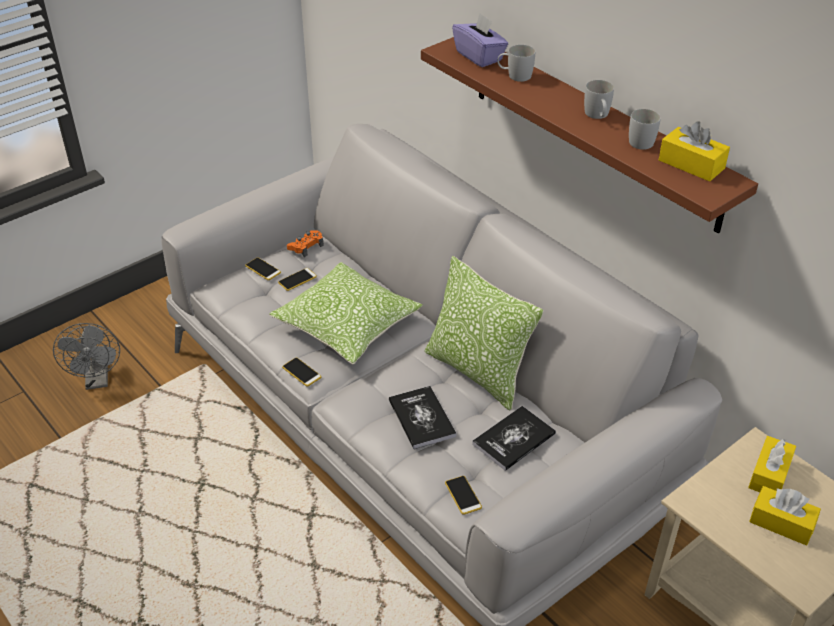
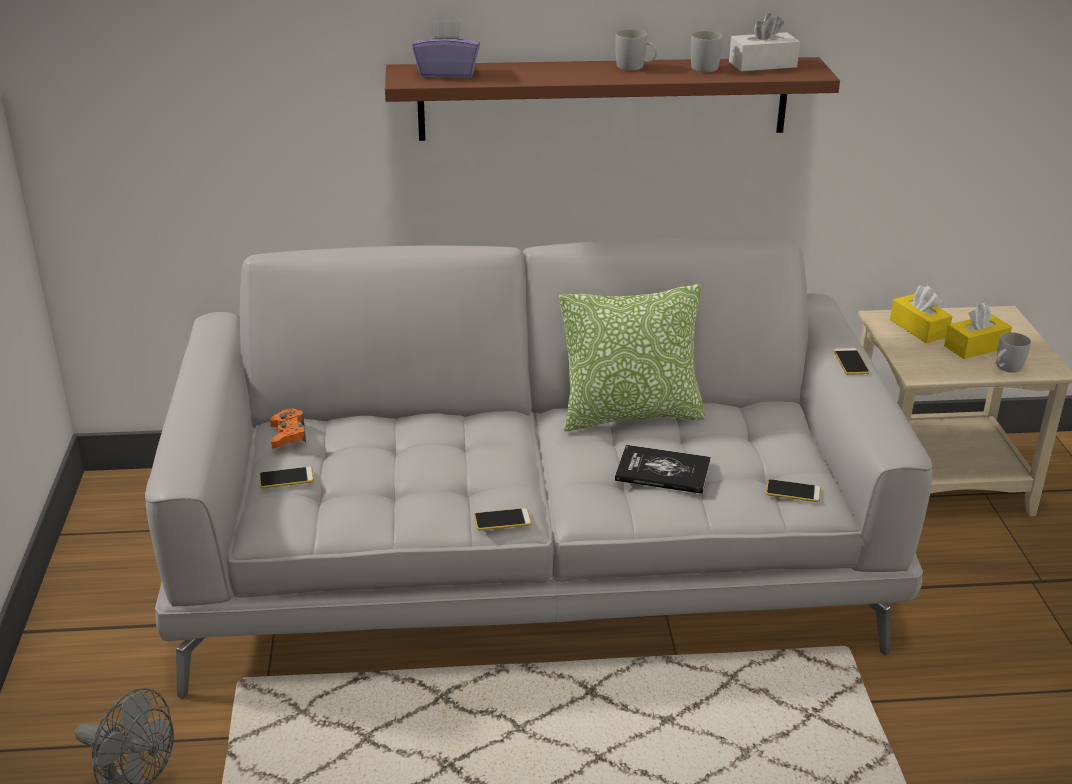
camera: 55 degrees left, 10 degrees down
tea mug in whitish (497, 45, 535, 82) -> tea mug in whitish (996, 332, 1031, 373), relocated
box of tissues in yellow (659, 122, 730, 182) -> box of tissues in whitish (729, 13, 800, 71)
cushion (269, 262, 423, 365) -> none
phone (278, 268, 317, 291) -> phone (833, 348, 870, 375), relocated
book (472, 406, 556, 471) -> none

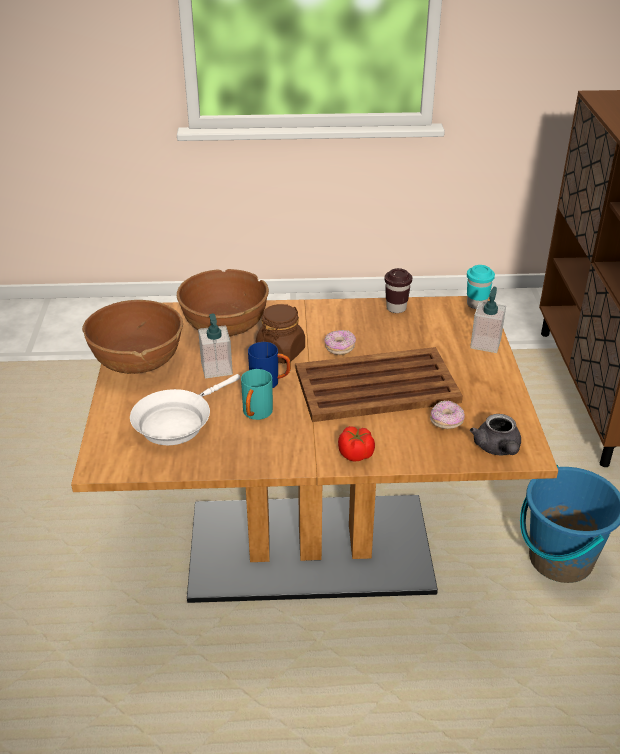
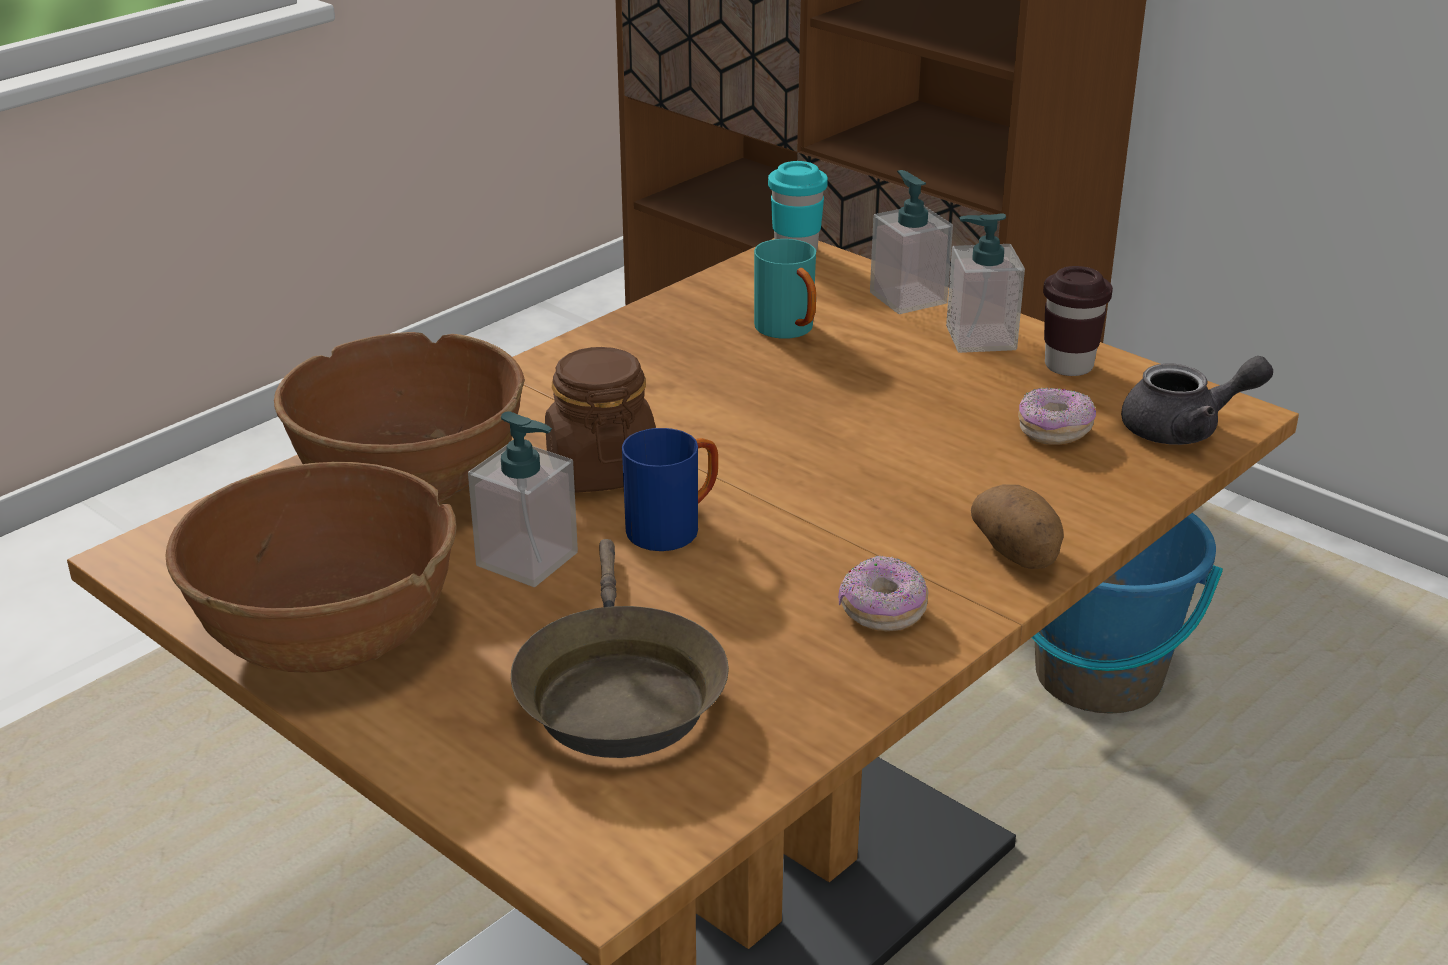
camera: 45 degrees left, 5 degrees down
cup in brownish (384, 268, 412, 313) -> cup in brownish (1043, 266, 1113, 376), relocated
donut (324, 330, 356, 355) -> donut (838, 555, 929, 631), relocated
carrying tray in brownish (296, 347, 463, 422) -> none
tea mug in turquoise-coloured (241, 369, 273, 420) -> tea mug in turquoise-coloured (754, 239, 816, 339), relocated
frying pan in whitish (130, 374, 240, 445) -> frying pan in brownish (511, 539, 729, 758)
tea pot in grey (470, 414, 521, 455) -> tea pot in grey (1121, 356, 1273, 445), 45 degrees counterclockwise
fresh tomato (338, 426, 375, 461) -> whole potato (971, 484, 1063, 569)
none -> liquid soap bottle (946, 213, 1025, 353)

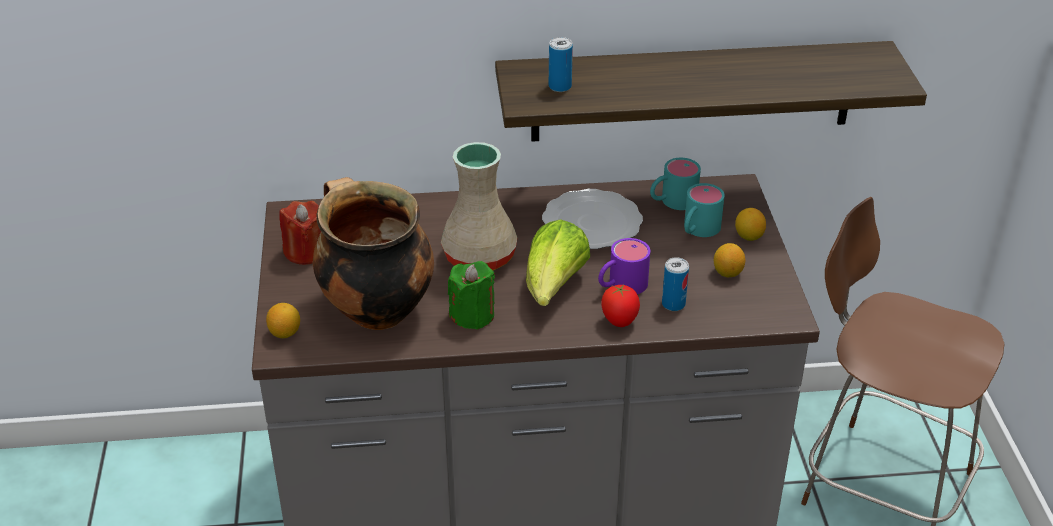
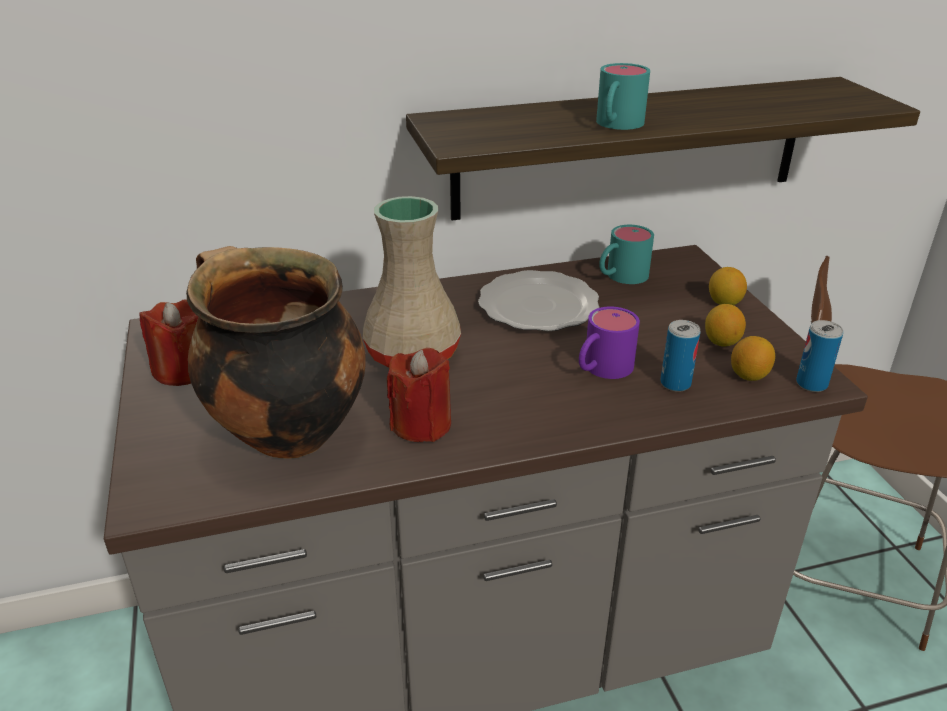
camera: 10 degrees left, 5 degrees down
sealed can (549, 37, 573, 92) -> sealed can (796, 320, 843, 392), relocated
tea mug in turquoise-coloured (684, 183, 725, 237) -> tea mug in turquoise-coloured (596, 63, 650, 130), relocated
lettuce head (526, 219, 590, 306) -> none
wax light in greenish (448, 261, 495, 330) -> wax light in red-coloured (387, 348, 451, 442)
fresh tomato (601, 284, 640, 327) -> none
whole lemon (266, 303, 300, 338) -> whole lemon (731, 336, 775, 381), relocated

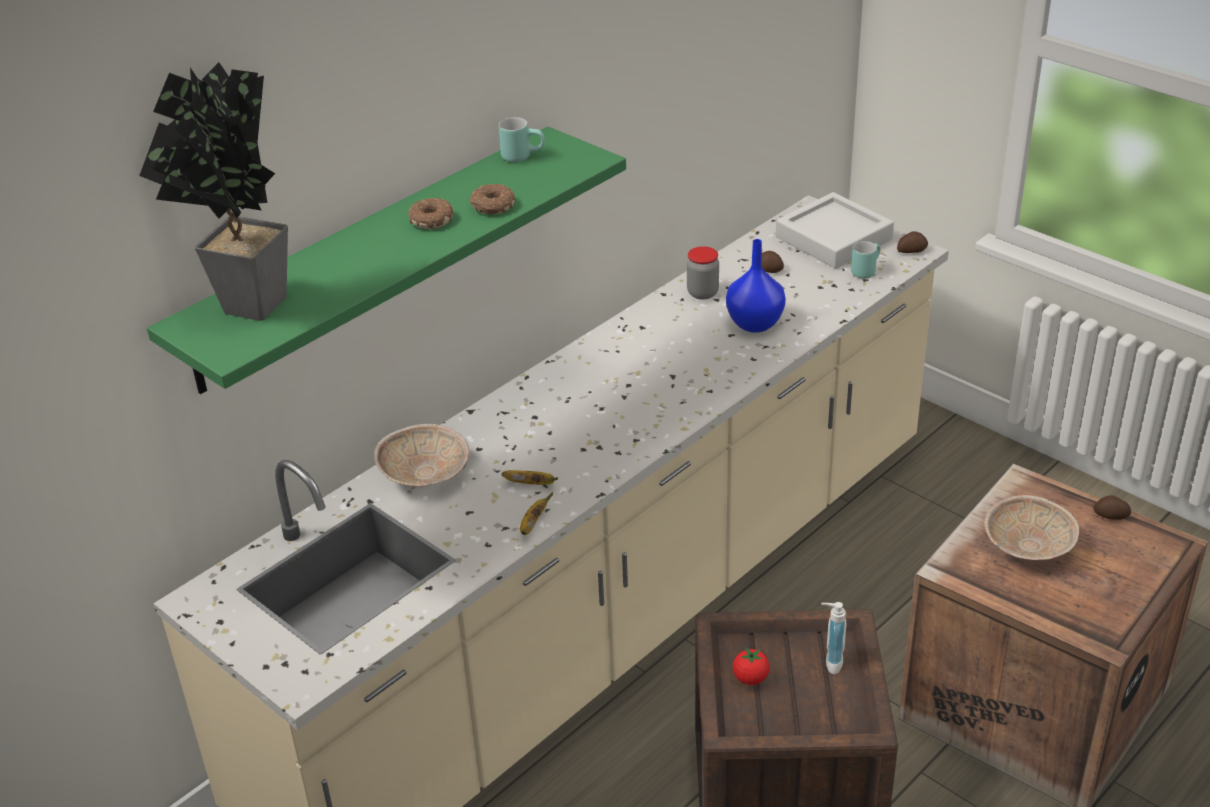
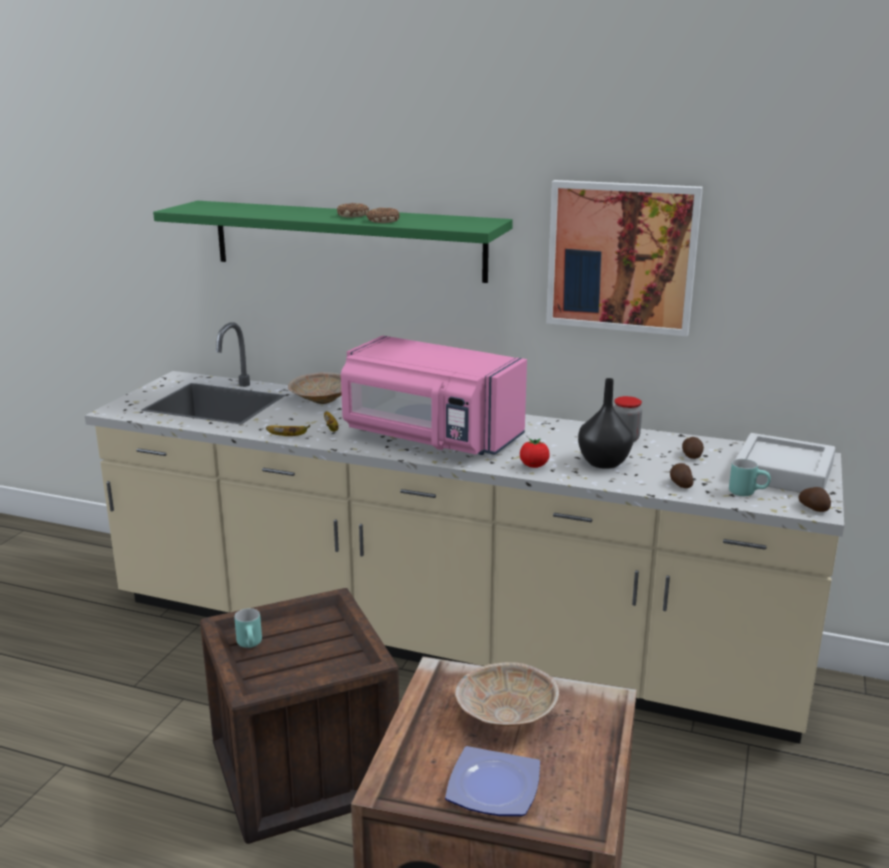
camera: 65 degrees right, 15 degrees down
plant in a pot (139, 62, 288, 321) -> none
tea mug in turquoise-coloured (499, 117, 545, 162) -> tea mug in turquoise-coloured (234, 608, 262, 648), relocated
vase in bluish (726, 239, 786, 333) -> vase in black (578, 378, 633, 469)
whole potato (1093, 495, 1131, 520) -> whole potato (670, 463, 694, 488), relocated
liquid soap bottle (821, 602, 846, 674) -> none
fresh tomato (733, 648, 770, 685) -> fresh tomato (520, 438, 550, 468), relocated
none -> wall art (546, 180, 703, 336)
none -> microwave oven in pink-coloured (341, 336, 527, 455)
none -> flat dish (445, 746, 540, 816)

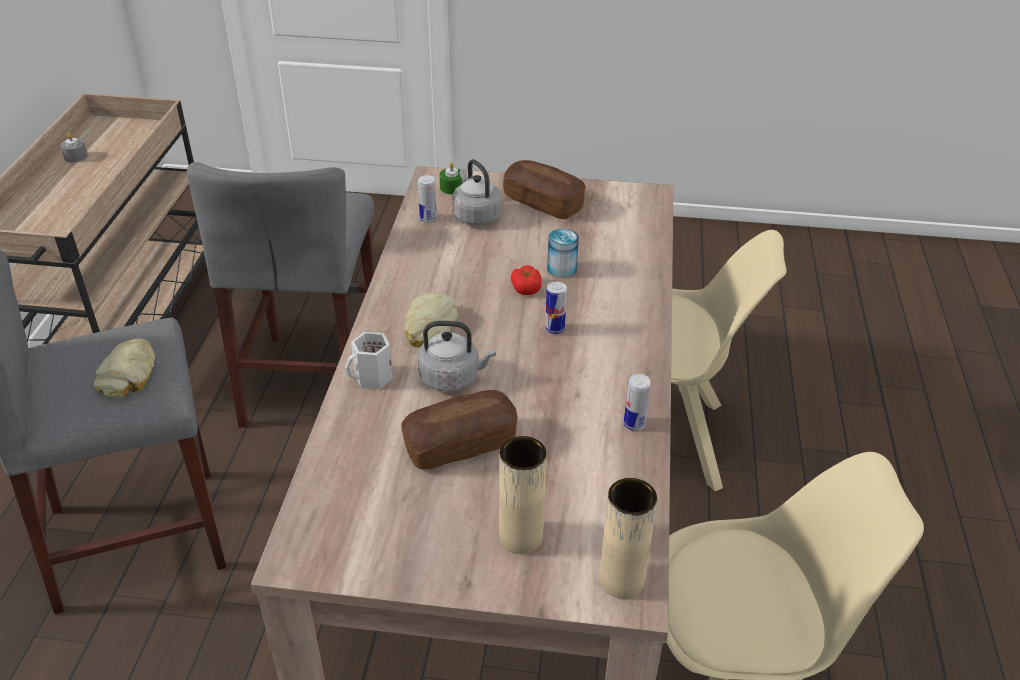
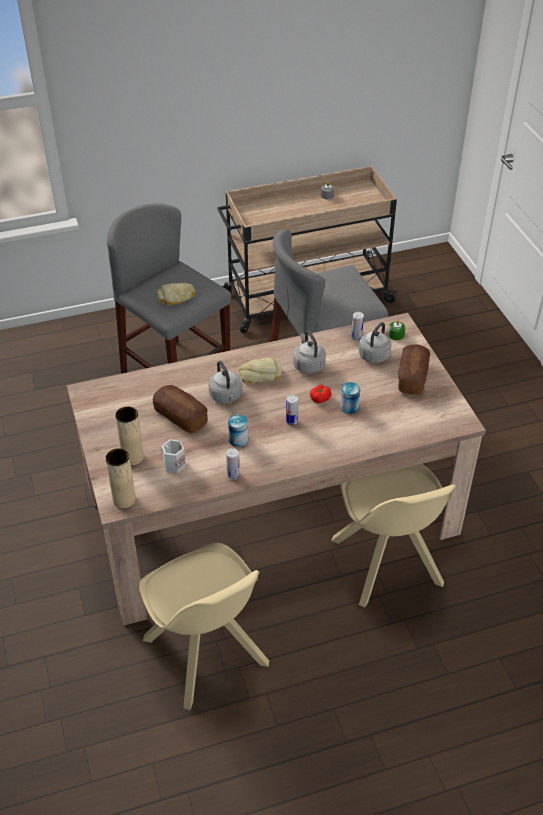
camera: 65 degrees right, 5 degrees up
tea mug in whitish (345, 332, 393, 389) -> tea mug in whitish (161, 439, 186, 474), relocated
none -> kettle in grey (293, 331, 326, 374)
none -> sealed can (228, 414, 248, 447)

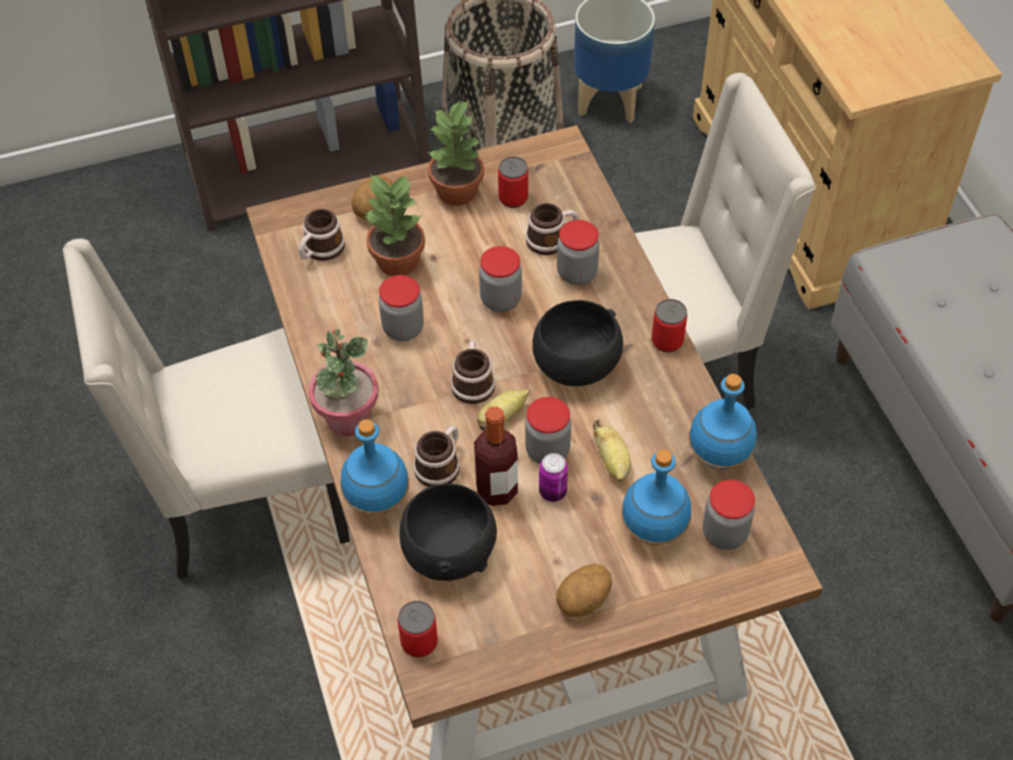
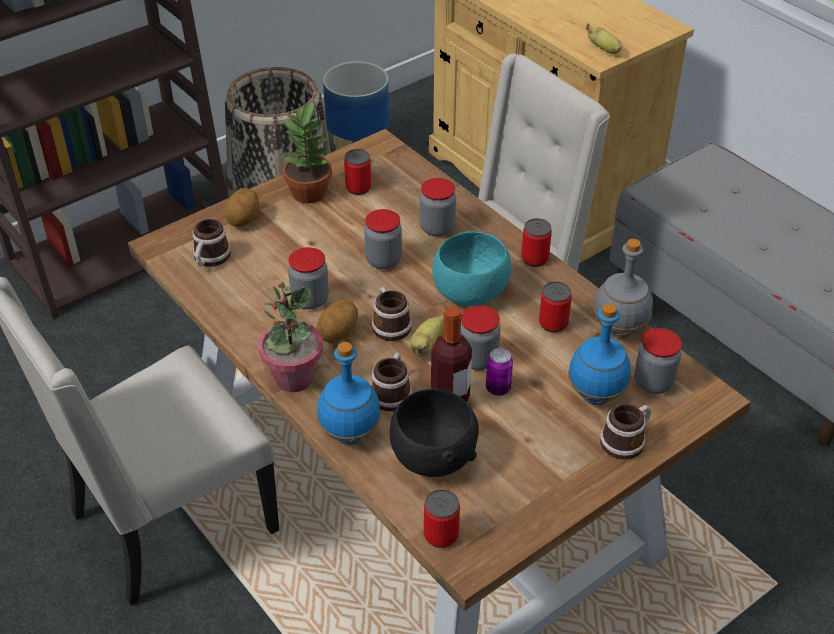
camera: 20 degrees left, 10 degrees down
plant in a pot (364, 174, 425, 276) -> none
tea mug (525, 203, 578, 255) -> tea mug (600, 404, 651, 460), relocated
deep dish in black (532, 300, 623, 386) -> deep dish in turquoise-coloured (432, 232, 512, 306)
beverage bottle in bluish (688, 374, 757, 470) -> beverage bottle in grey (593, 239, 653, 338)
whole banana (593, 420, 631, 482) -> whole banana (586, 24, 622, 54), relocated
whole potato (556, 563, 612, 617) -> whole potato (317, 300, 358, 343), relocated
none -> sealed can (539, 282, 572, 333)

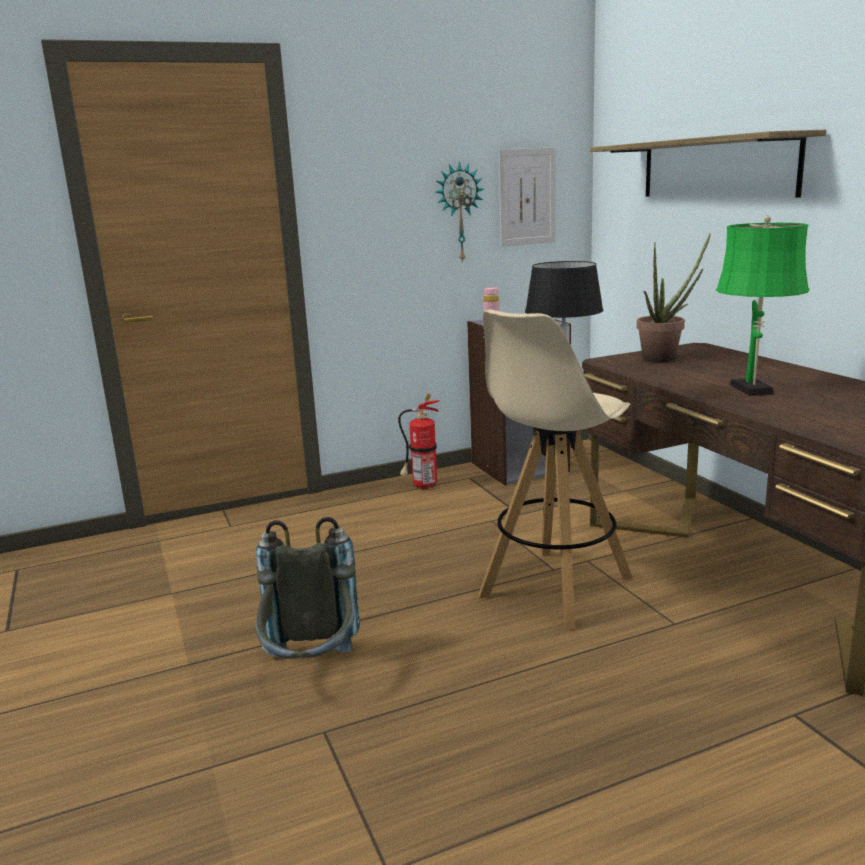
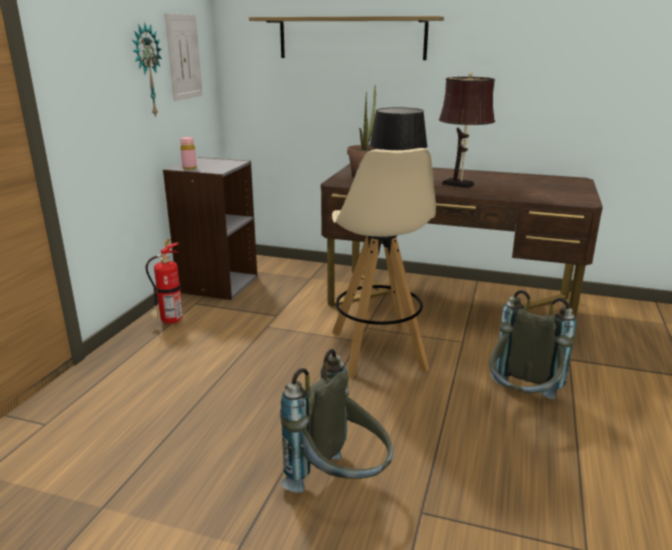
camera: 50 degrees left, 5 degrees up
lamp for a table in greenish (716, 216, 809, 396) -> lamp for a table in brownish (439, 72, 495, 189)
none -> backpack in grey (490, 290, 577, 399)

